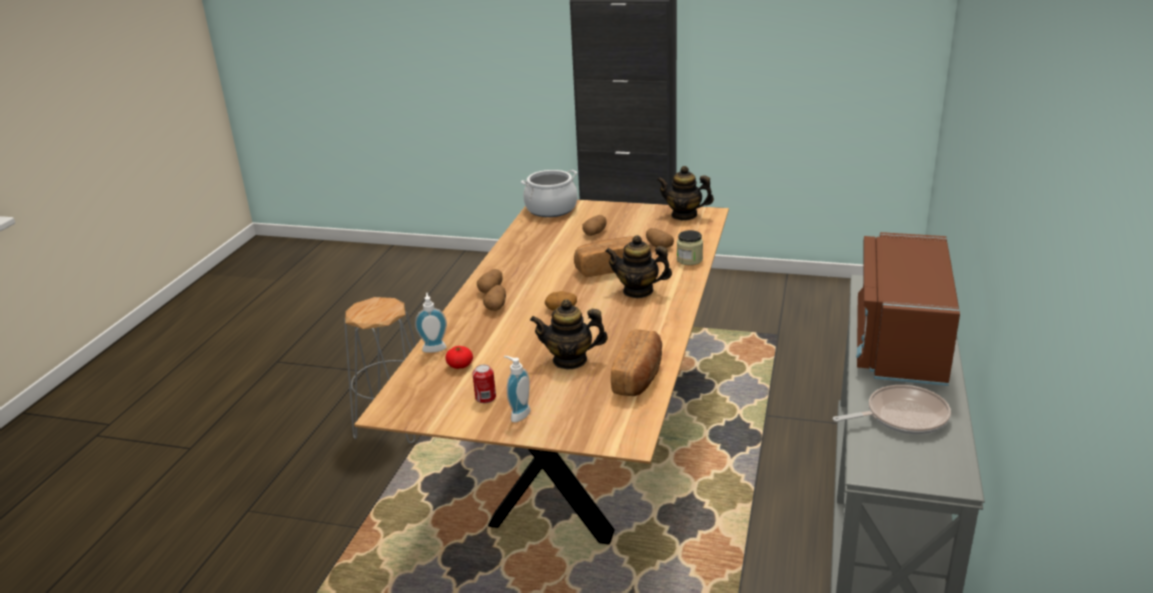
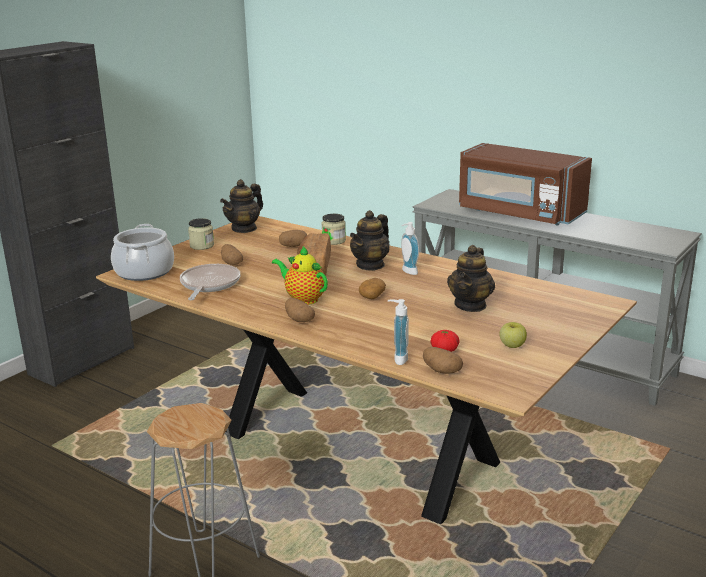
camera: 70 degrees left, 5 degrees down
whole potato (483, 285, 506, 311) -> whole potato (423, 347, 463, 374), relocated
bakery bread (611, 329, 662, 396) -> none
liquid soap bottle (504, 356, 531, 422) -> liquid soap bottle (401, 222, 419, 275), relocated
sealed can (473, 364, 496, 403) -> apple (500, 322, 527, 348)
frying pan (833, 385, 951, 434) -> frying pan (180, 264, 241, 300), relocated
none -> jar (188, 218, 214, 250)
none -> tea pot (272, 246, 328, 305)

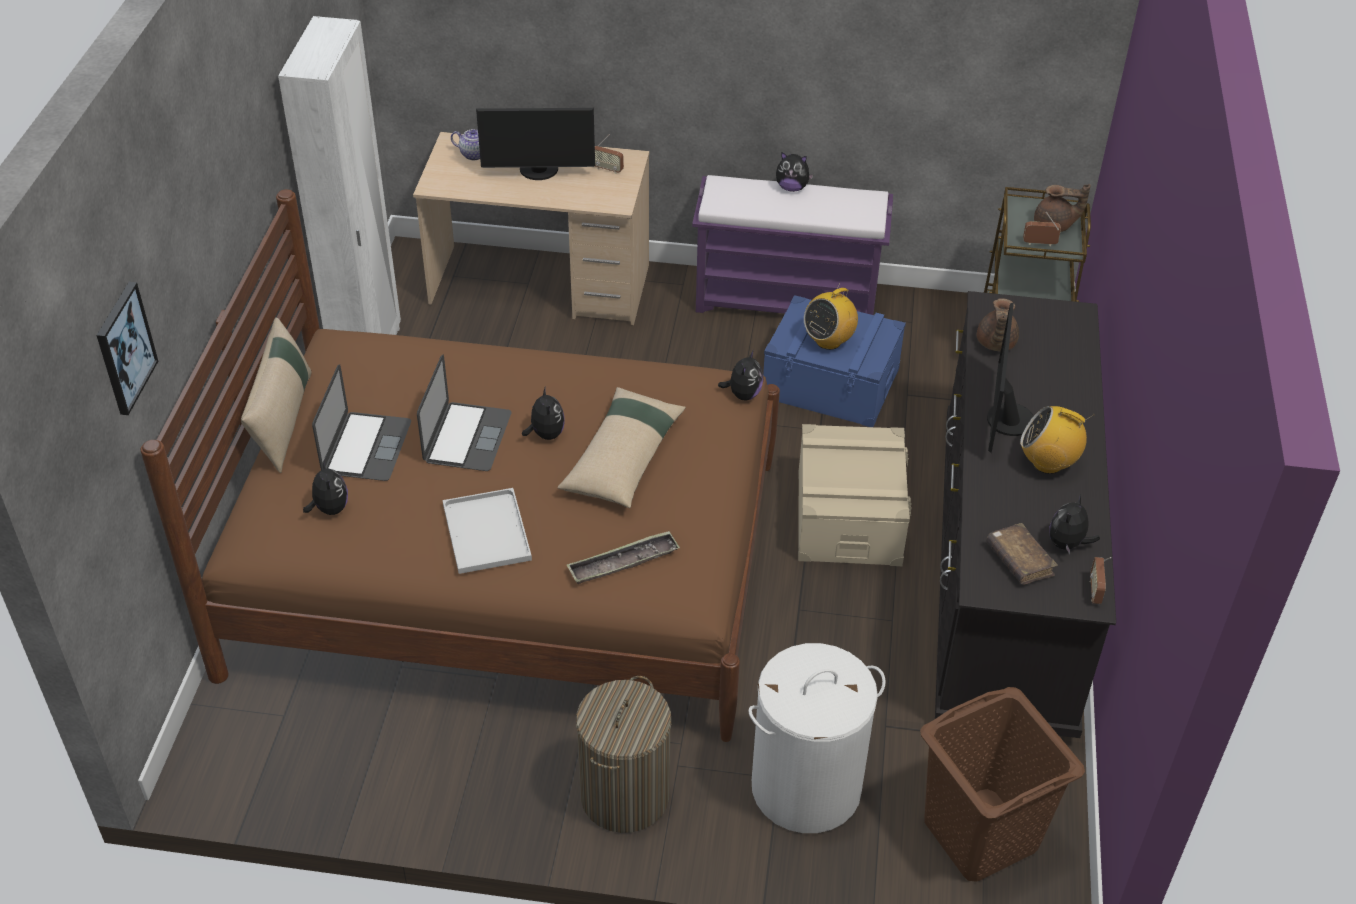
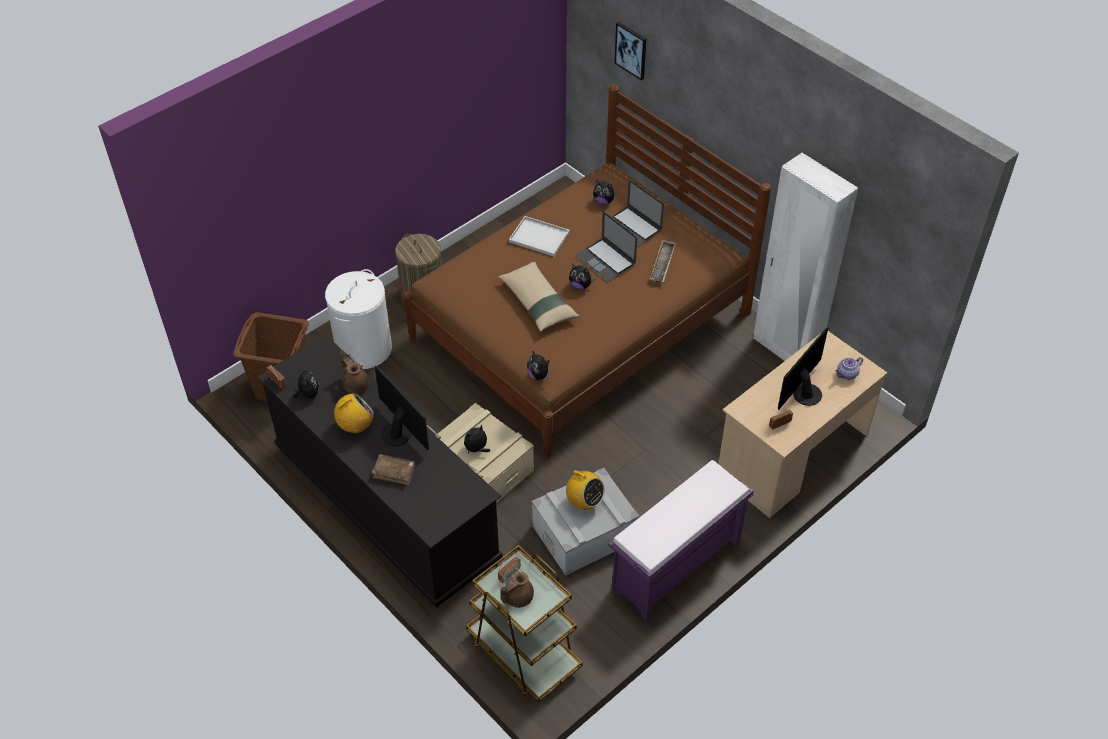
camera: 130 degrees right, 5 degrees up
cuddly toy (776, 152, 814, 192) -> cuddly toy (464, 425, 490, 454), relocated
radio set (804, 283, 858, 350) -> radio set (563, 470, 605, 510), 135 degrees clockwise
storage container in bluish (763, 295, 906, 427) -> storage container in grey (532, 468, 639, 576)
tea pot in brownish (977, 298, 1019, 351) -> tea pot in brownish (340, 350, 369, 394), relocated
cushion in beige (241, 318, 312, 473) -> none
book in brownish (986, 523, 1058, 585) -> book in brownish (372, 454, 415, 486), relocated
carrying tray (567, 531, 680, 584) -> carrying tray (650, 240, 676, 283), relocated

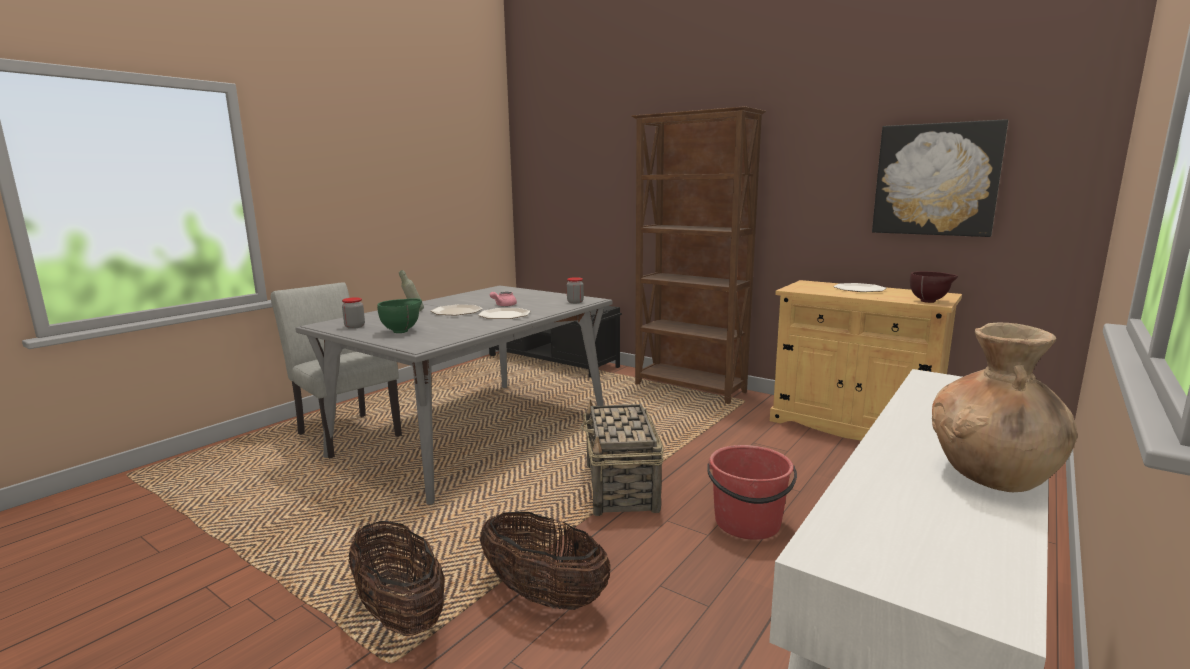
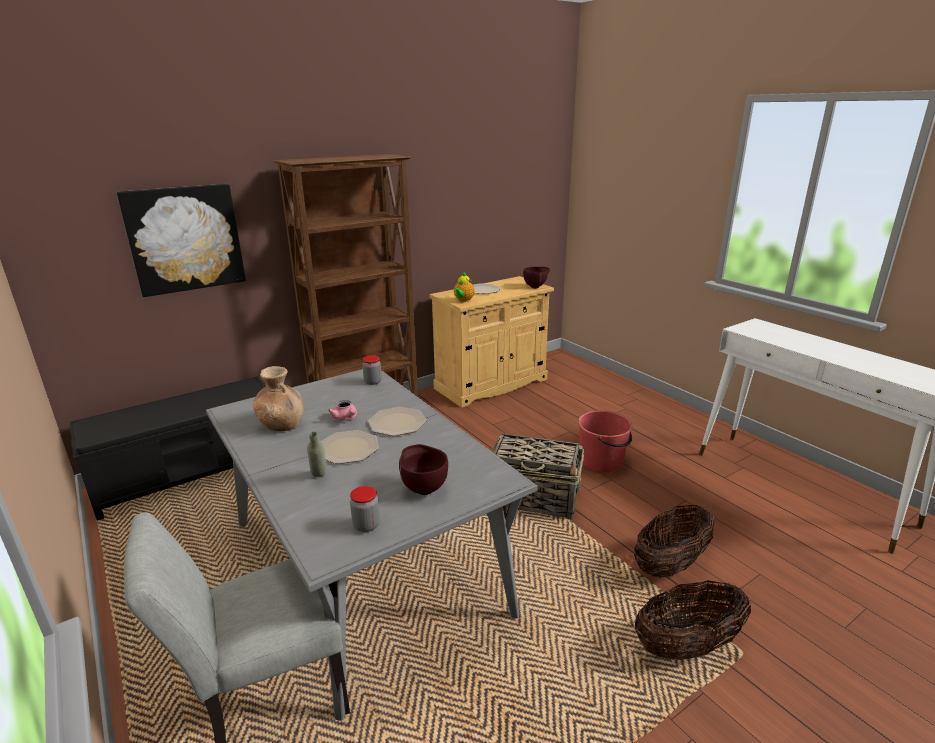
camera: 70 degrees left, 10 degrees up
wall art (872, 119, 1008, 237) -> wall art (117, 184, 246, 297), relocated
deep dish in greenish (377, 298, 422, 333) -> deep dish in brownish (399, 444, 448, 495)
vase in brownish (932, 322, 1078, 492) -> vase in brownish (253, 366, 304, 431), relocated
none -> tea pot (454, 271, 475, 302)

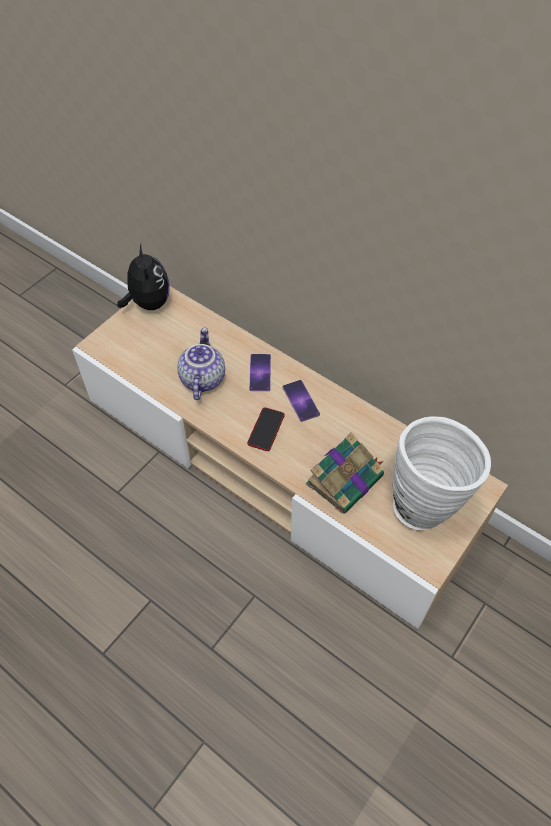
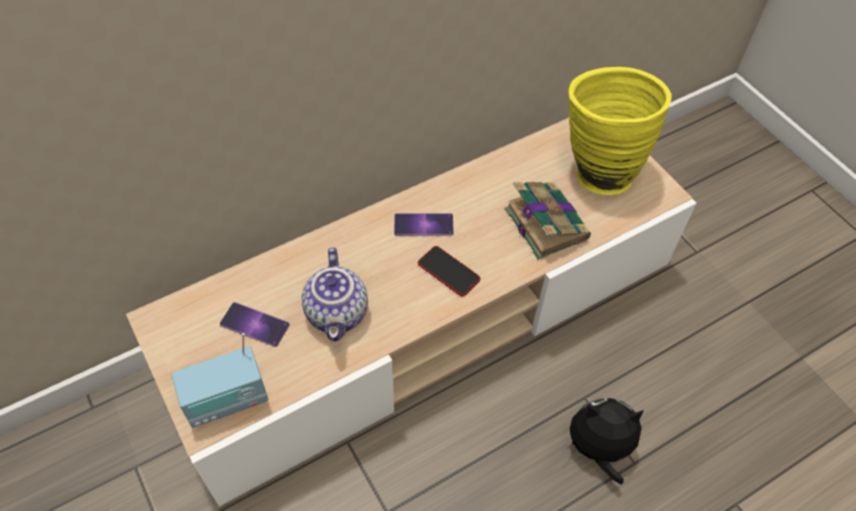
camera: 70 degrees left, 0 degrees up
cuddly toy (117, 244, 170, 310) -> cuddly toy (564, 398, 644, 484), relocated
tea pot (177, 328, 225, 400) -> tea pot (302, 247, 368, 341), 120 degrees counterclockwise
phone (249, 354, 271, 391) -> phone (220, 302, 290, 347), relocated
vase in whitish (393, 416, 491, 530) -> vase in yellow (569, 67, 672, 195)
none -> radio set (171, 333, 268, 428)

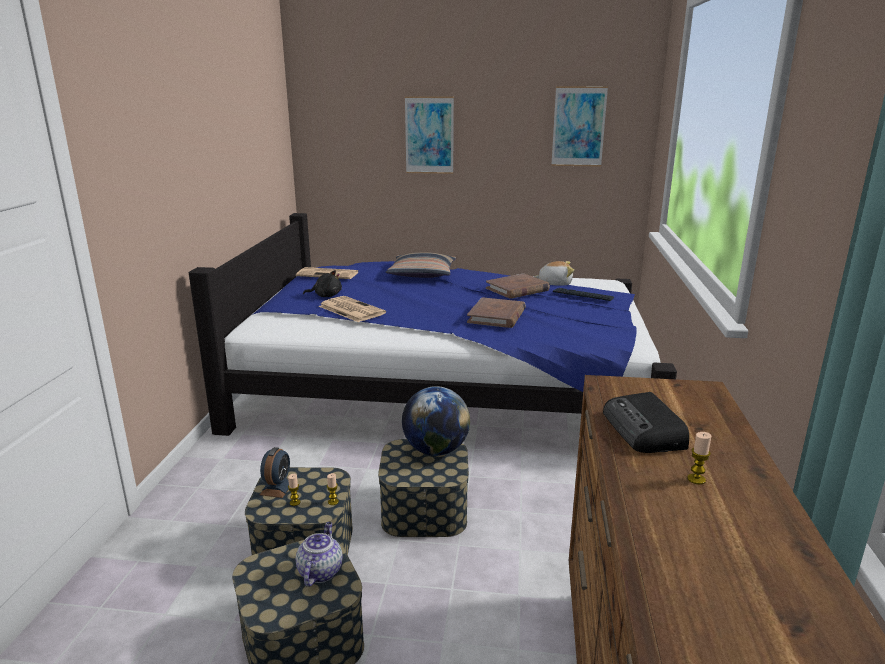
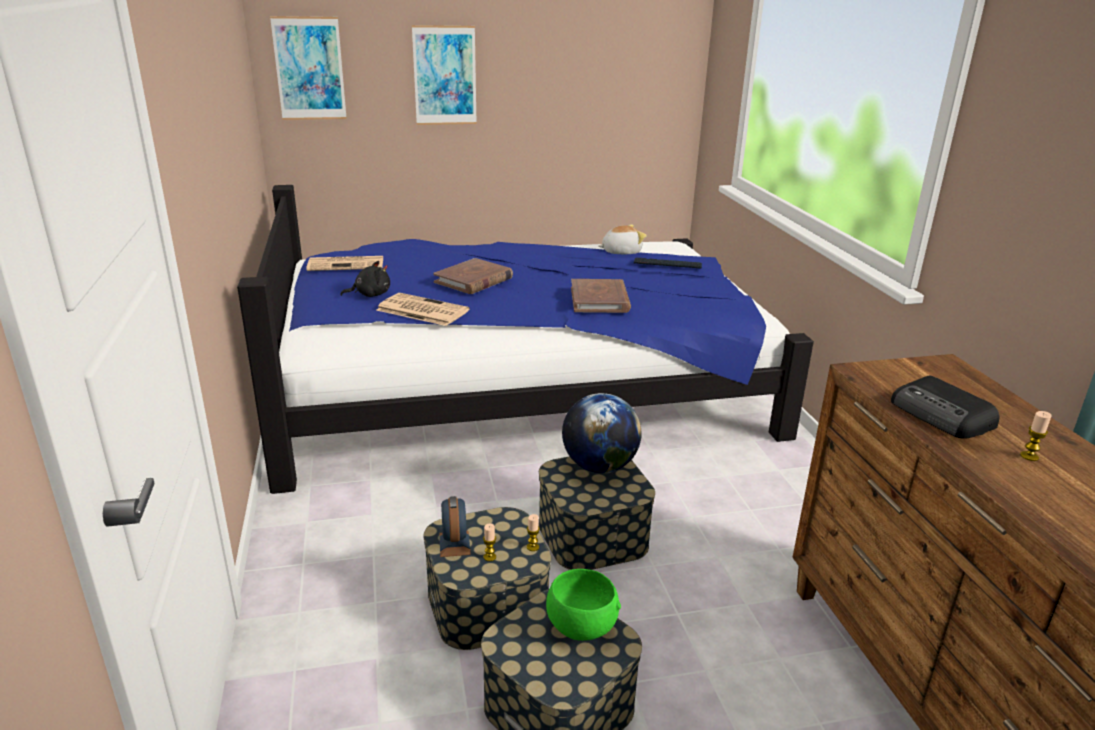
camera: 20 degrees left, 5 degrees up
wall art (551, 86, 608, 167) -> wall art (270, 16, 347, 120), relocated
cushion (386, 252, 456, 278) -> none
book in brownish (486, 273, 550, 299) -> book in brownish (433, 258, 513, 294), relocated
tea pot (296, 522, 343, 587) -> deep dish in greenish (546, 569, 621, 641)

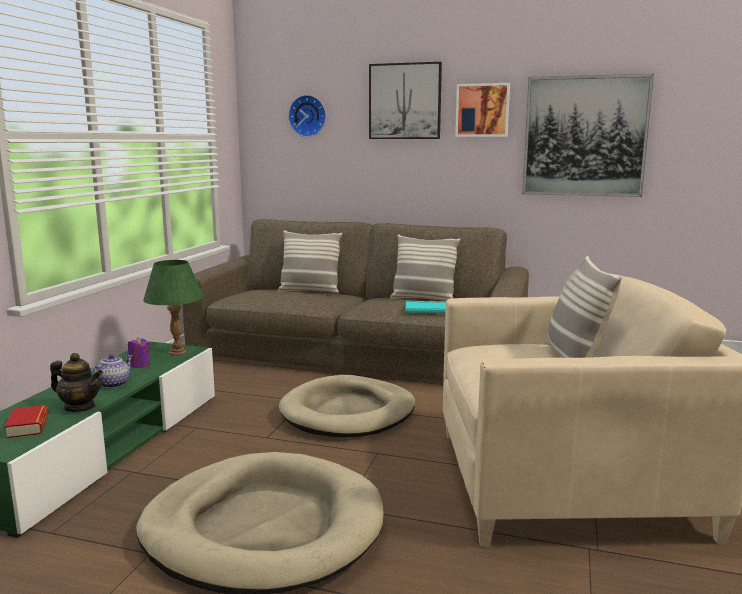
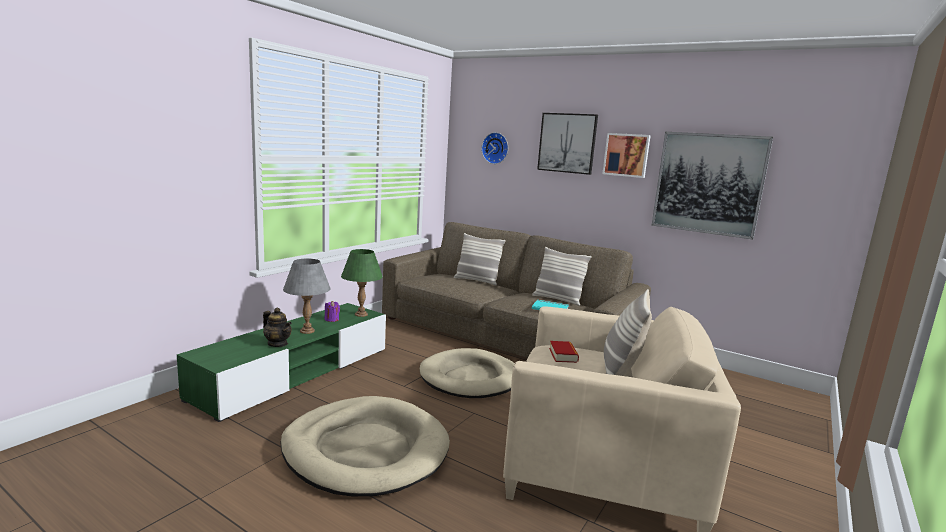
camera: 15 degrees right, 0 degrees up
tea pot (91, 354, 133, 388) -> lamp for a table in grey (283, 259, 330, 334)
book (4, 405, 49, 438) -> book (549, 341, 579, 363), relocated

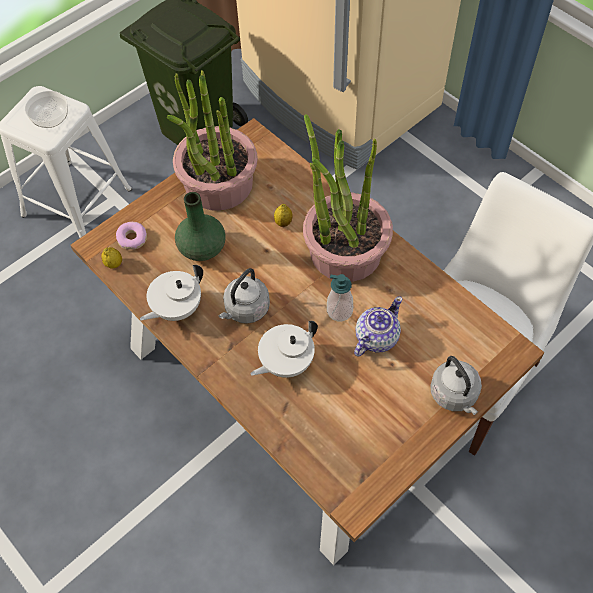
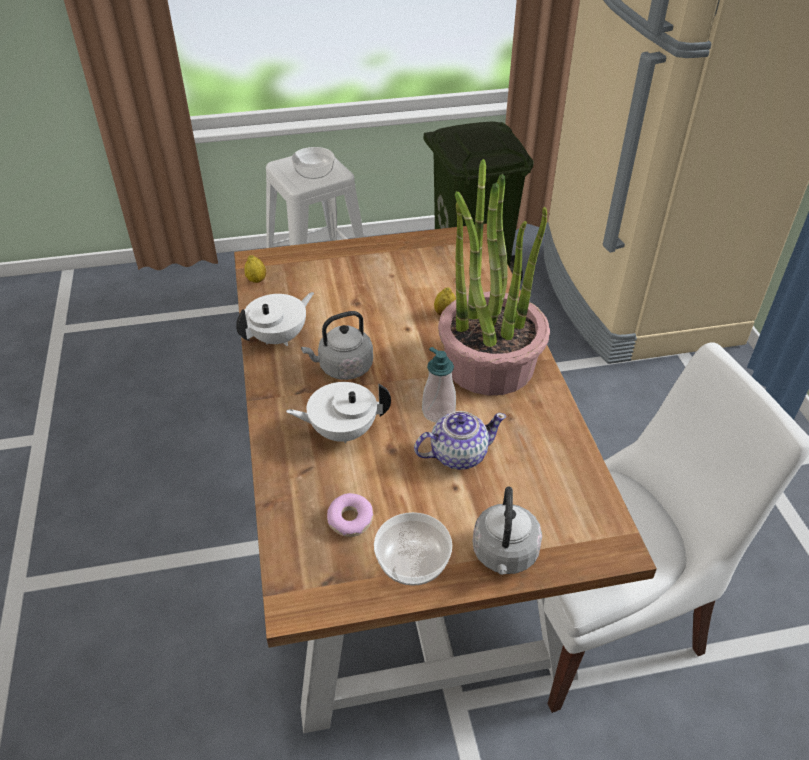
camera: 30 degrees right, 15 degrees down
plant in a pot (167, 70, 258, 211) -> none
vase in greenish (175, 192, 226, 261) -> none
donut (116, 222, 147, 250) -> donut (327, 493, 373, 537), relocated
tea pot in whitish (140, 265, 203, 321) -> tea pot in whitish (236, 292, 314, 346), 150 degrees clockwise
none -> deep dish (374, 512, 452, 586)

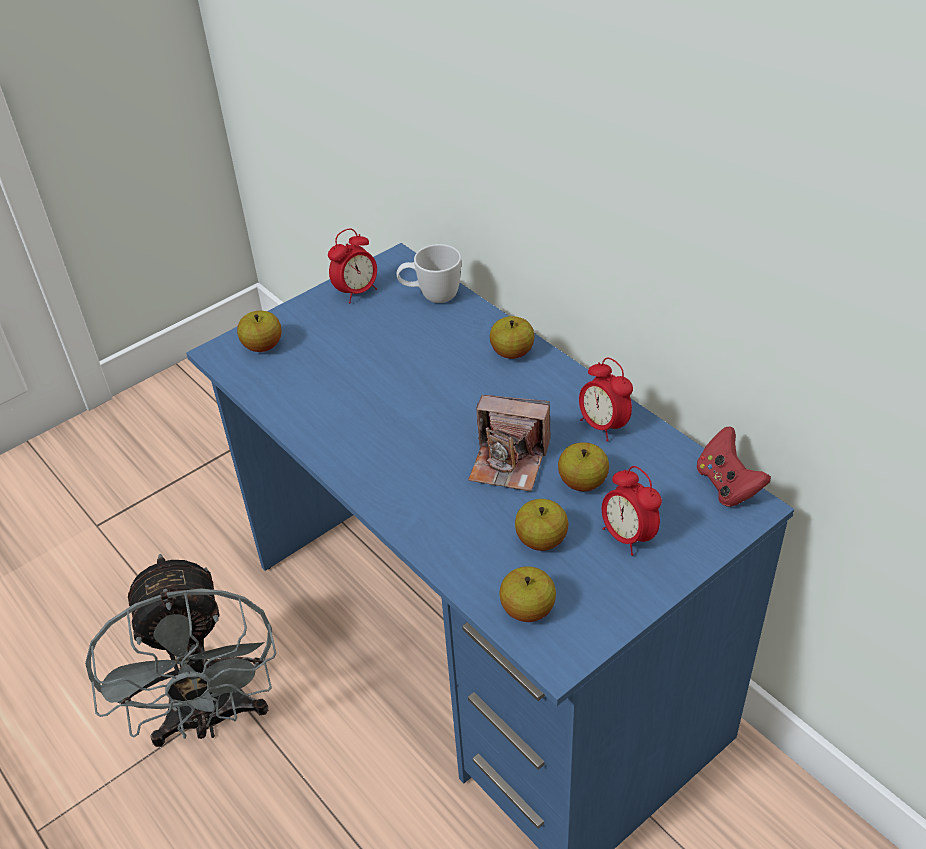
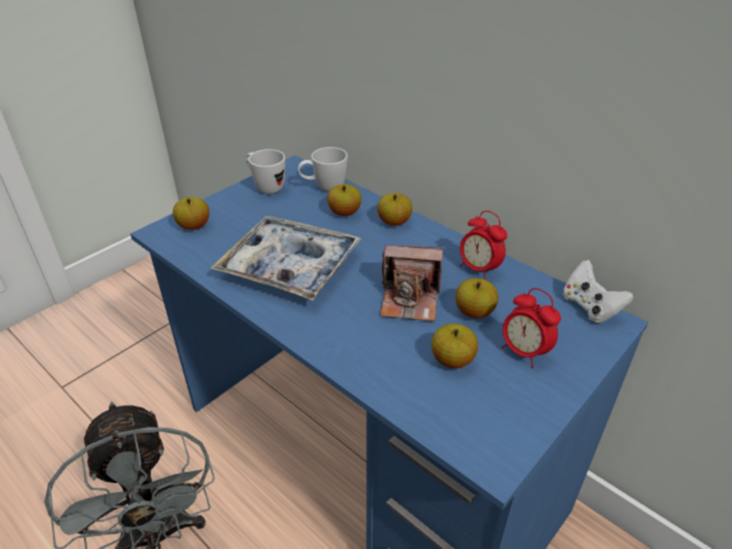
camera: 10 degrees left, 5 degrees down
table clock (328, 229, 377, 303) -> tea mug in whitish (246, 149, 285, 194)
gamepad in red-coloured (697, 426, 771, 507) -> gamepad in whitish (563, 260, 633, 323)
apple (500, 566, 556, 622) -> apple (327, 184, 362, 216), relocated
none -> carrying tray (211, 216, 361, 300)

